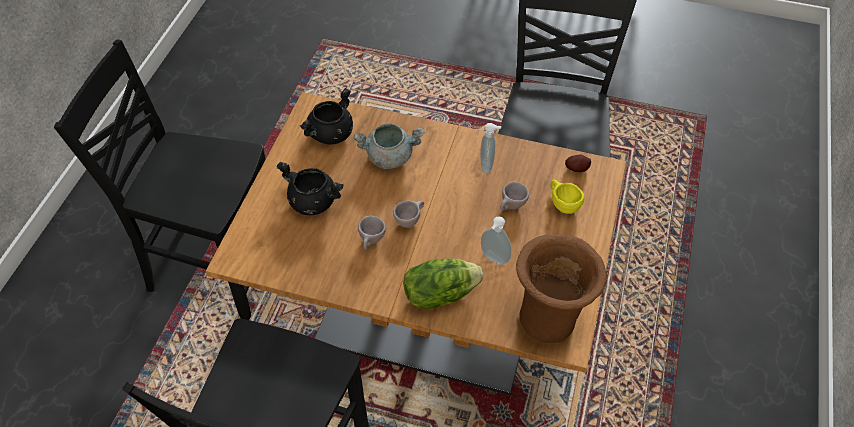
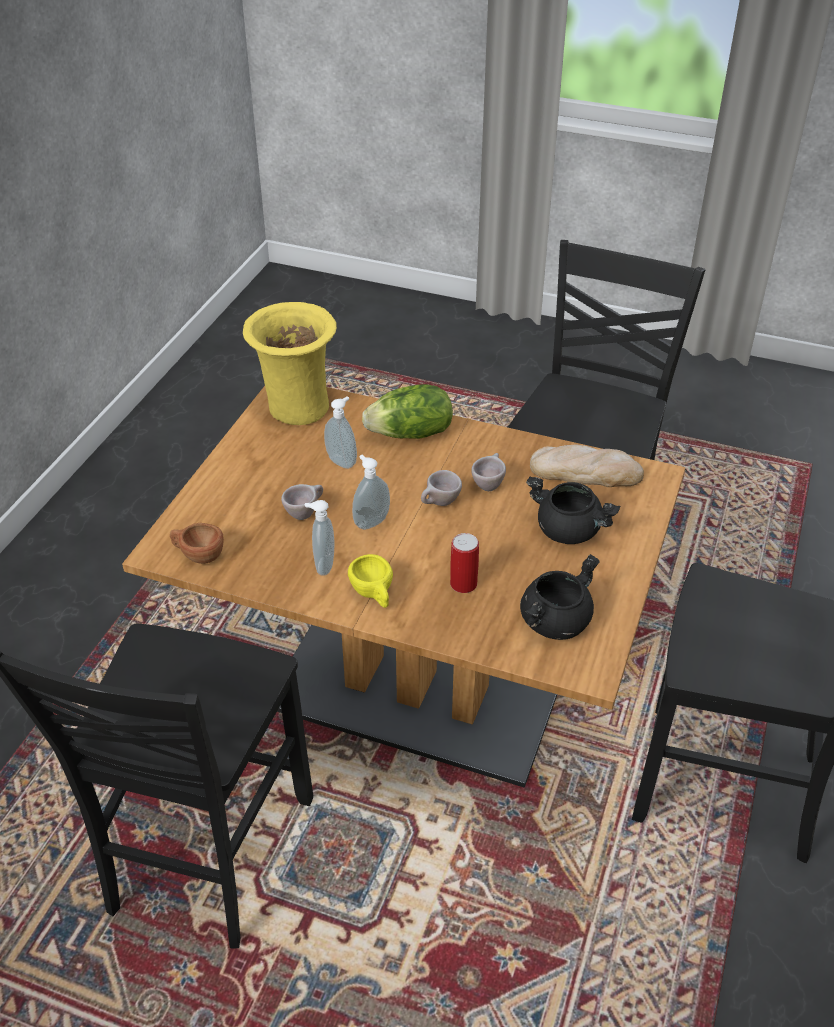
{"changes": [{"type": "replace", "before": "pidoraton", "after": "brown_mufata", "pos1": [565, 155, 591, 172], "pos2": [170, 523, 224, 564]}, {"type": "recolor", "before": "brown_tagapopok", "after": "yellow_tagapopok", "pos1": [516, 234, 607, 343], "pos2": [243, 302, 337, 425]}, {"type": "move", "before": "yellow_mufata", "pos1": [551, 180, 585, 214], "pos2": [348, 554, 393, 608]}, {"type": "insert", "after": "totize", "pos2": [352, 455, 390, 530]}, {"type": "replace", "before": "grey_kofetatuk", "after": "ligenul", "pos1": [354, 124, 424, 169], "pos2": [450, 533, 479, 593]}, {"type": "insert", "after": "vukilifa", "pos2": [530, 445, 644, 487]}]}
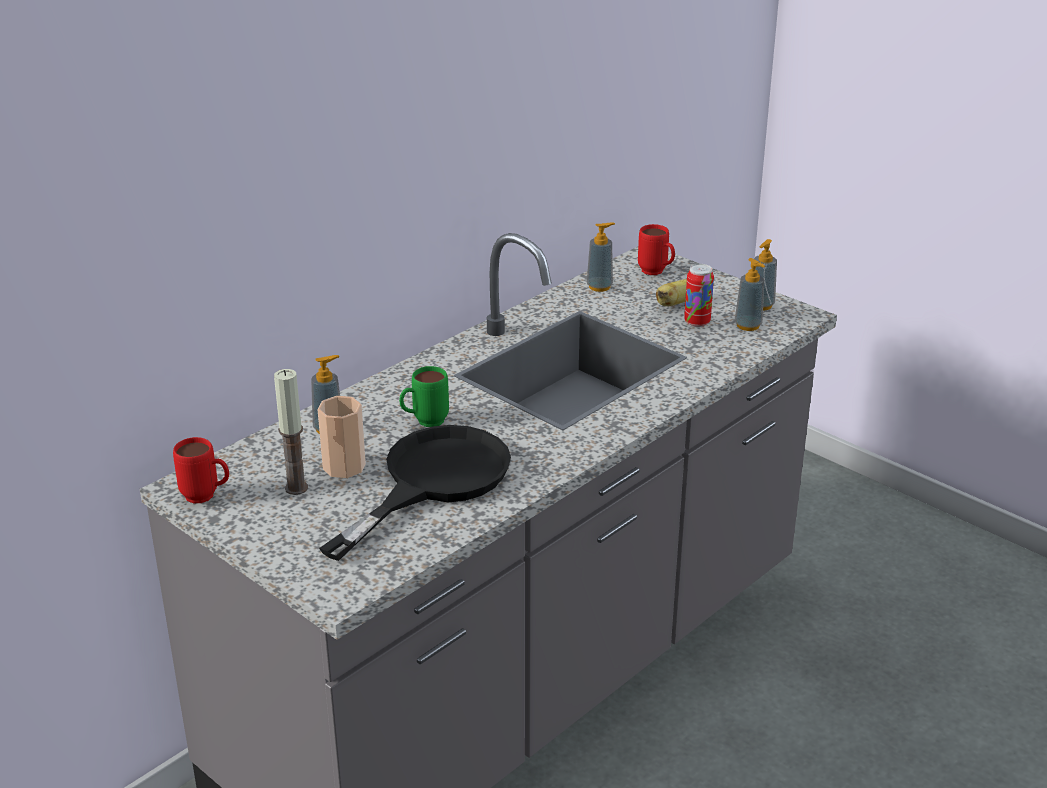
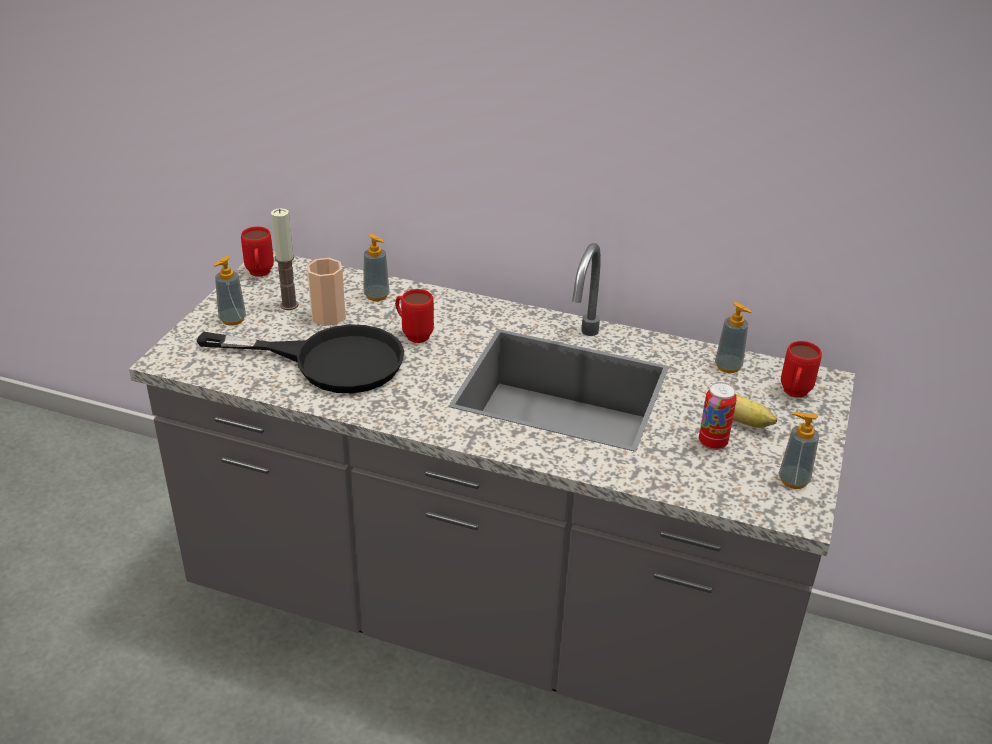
{"changes": [{"type": "move", "before": "totize", "pos1": [735, 258, 765, 331], "pos2": [214, 256, 246, 326]}, {"type": "recolor", "before": "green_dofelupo", "after": "red_dofelupo", "pos1": [399, 366, 449, 427], "pos2": [395, 289, 434, 343]}]}
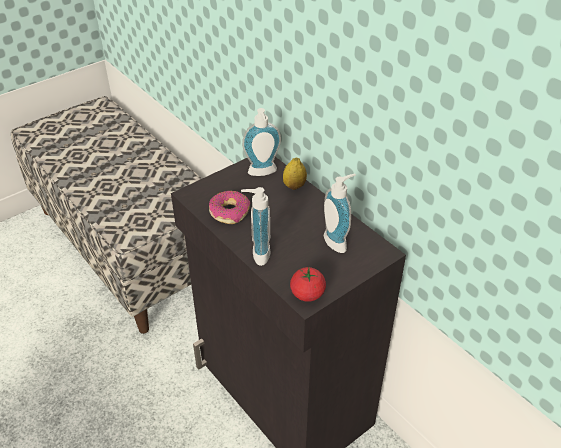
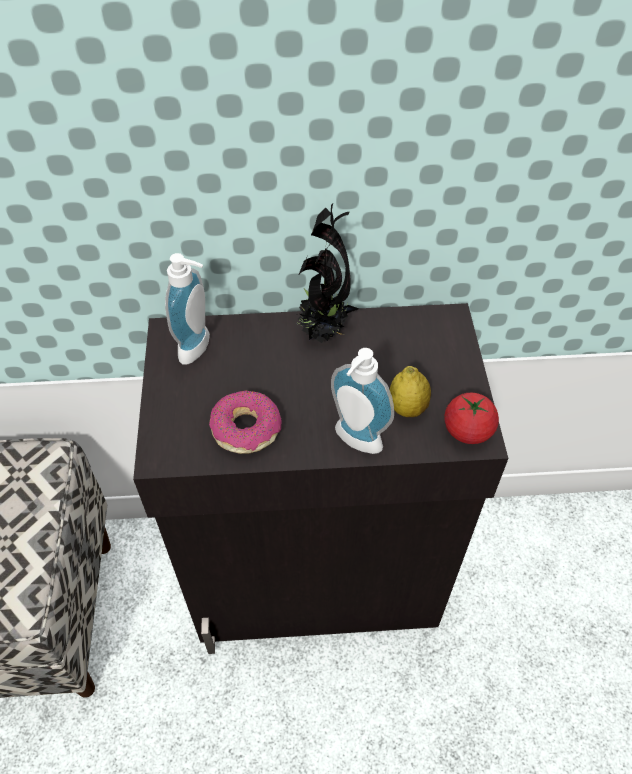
{"changes": [{"type": "insert", "after": "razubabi", "pos2": [298, 204, 359, 343]}, {"type": "move", "before": "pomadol", "pos1": [283, 158, 307, 190], "pos2": [390, 366, 431, 417]}, {"type": "delete", "before": "totize", "pos1": [324, 174, 356, 253]}]}
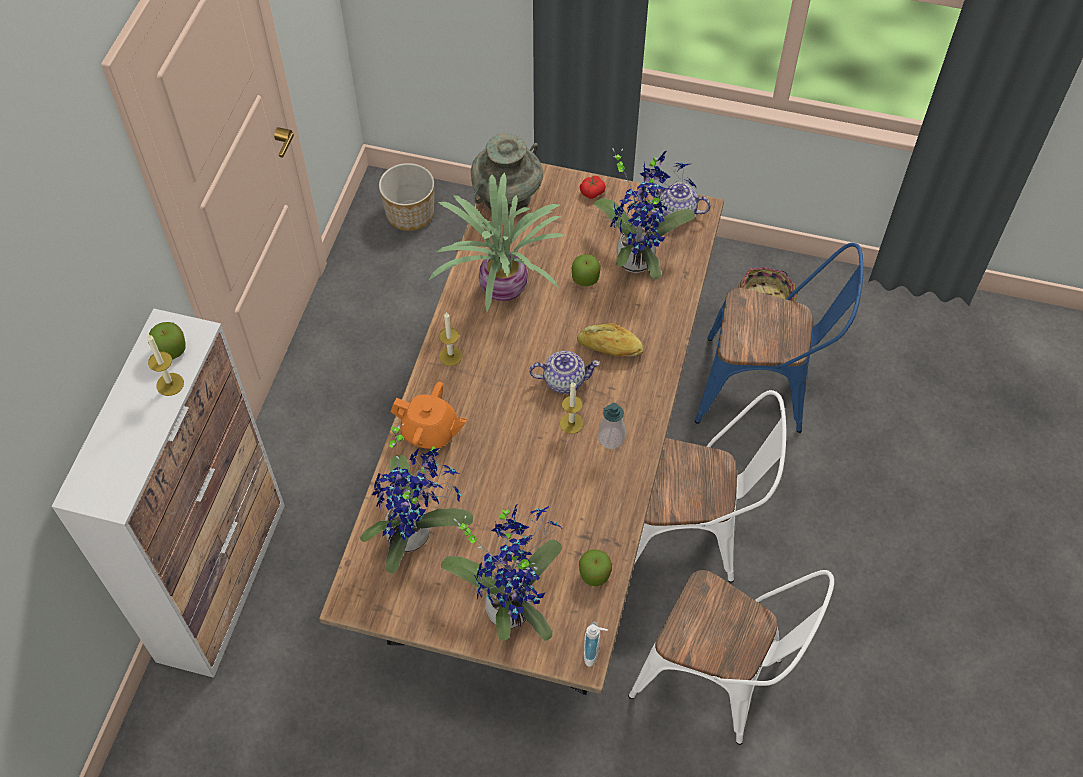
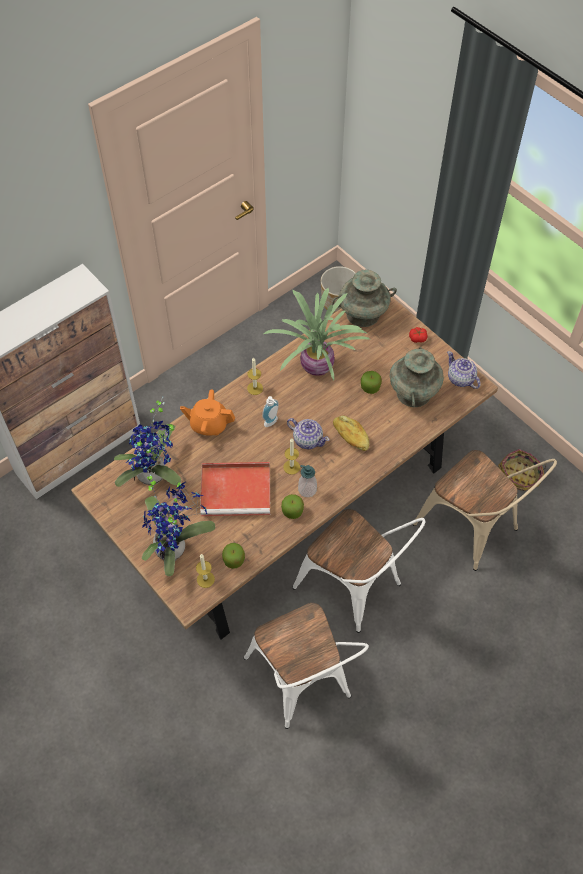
{"changes": [{"type": "rotate", "before": "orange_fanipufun", "pos1": [391, 382, 467, 449], "pos2": [180, 389, 235, 436], "turn": 135}, {"type": "move", "before": "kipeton", "pos1": [147, 334, 184, 396], "pos2": [196, 554, 215, 588]}, {"type": "insert", "after": "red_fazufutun", "pos2": [200, 462, 270, 516]}, {"type": "move", "before": "totize", "pos1": [584, 622, 608, 667], "pos2": [262, 396, 279, 427]}, {"type": "move", "before": "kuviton", "pos1": [148, 322, 186, 359], "pos2": [281, 494, 304, 519]}, {"type": "replace", "before": "razubabi", "after": "turquoise_tagapopok", "pos1": [594, 148, 697, 279], "pos2": [390, 347, 444, 407]}, {"type": "recolor", "before": "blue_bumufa", "after": "beige_bumufa", "pos1": [695, 243, 864, 433], "pos2": [413, 450, 557, 571]}]}
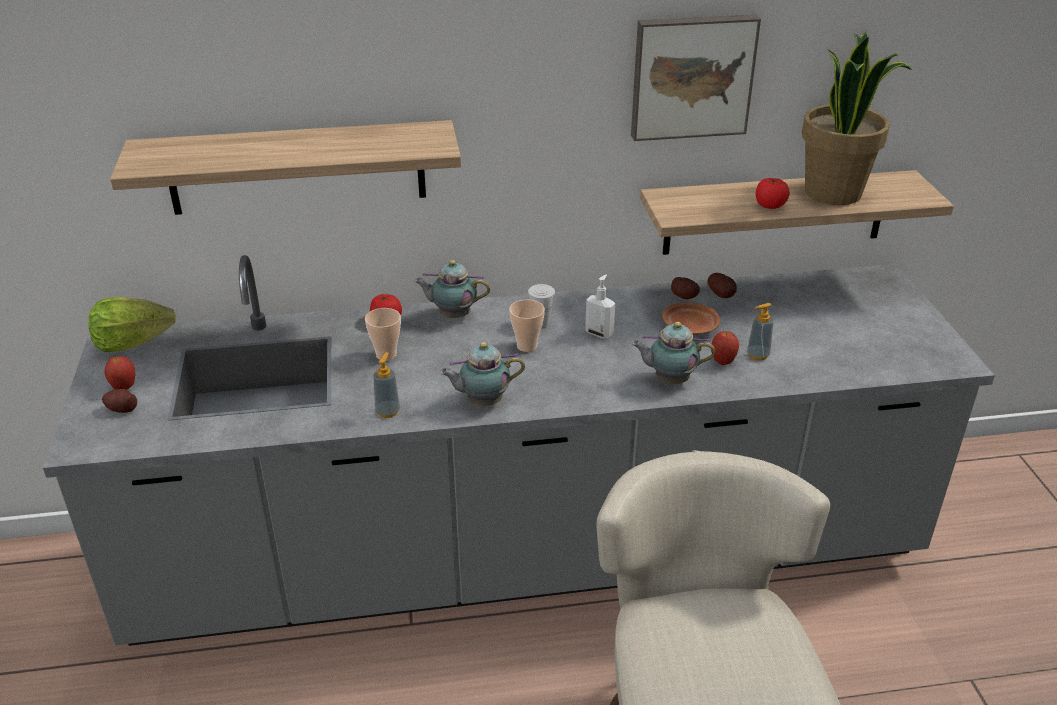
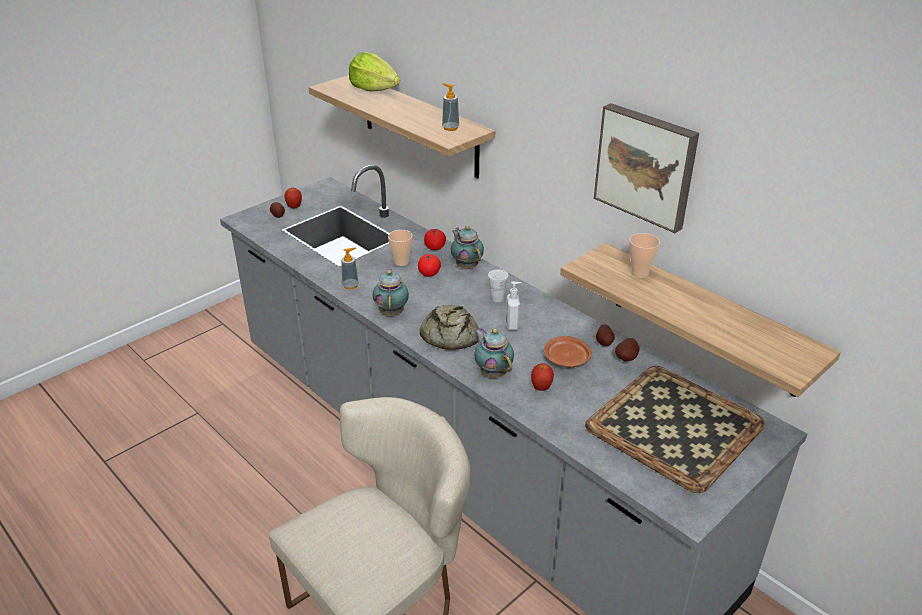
{"changes": [{"type": "move", "before": "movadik", "pos1": [88, 297, 176, 352], "pos2": [349, 52, 400, 91]}, {"type": "rotate", "before": "fanipufun", "pos1": [440, 342, 525, 406], "pos2": [373, 269, 409, 316], "turn": 45}, {"type": "move", "before": "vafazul", "pos1": [756, 178, 790, 209], "pos2": [418, 254, 441, 277]}, {"type": "insert", "after": "vukilifa", "pos2": [420, 305, 479, 350]}, {"type": "move", "before": "totize", "pos1": [747, 303, 774, 361], "pos2": [442, 83, 459, 131]}, {"type": "insert", "after": "fazufutun", "pos2": [585, 366, 765, 493]}, {"type": "move", "before": "mufata", "pos1": [509, 300, 545, 352], "pos2": [629, 233, 660, 278]}, {"type": "delete", "before": "razubabi", "pos1": [802, 32, 912, 205]}]}
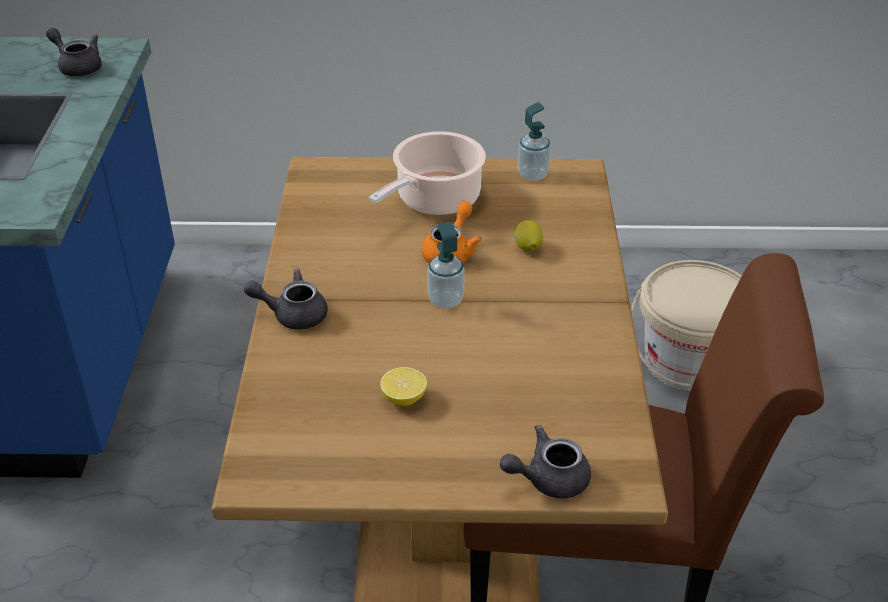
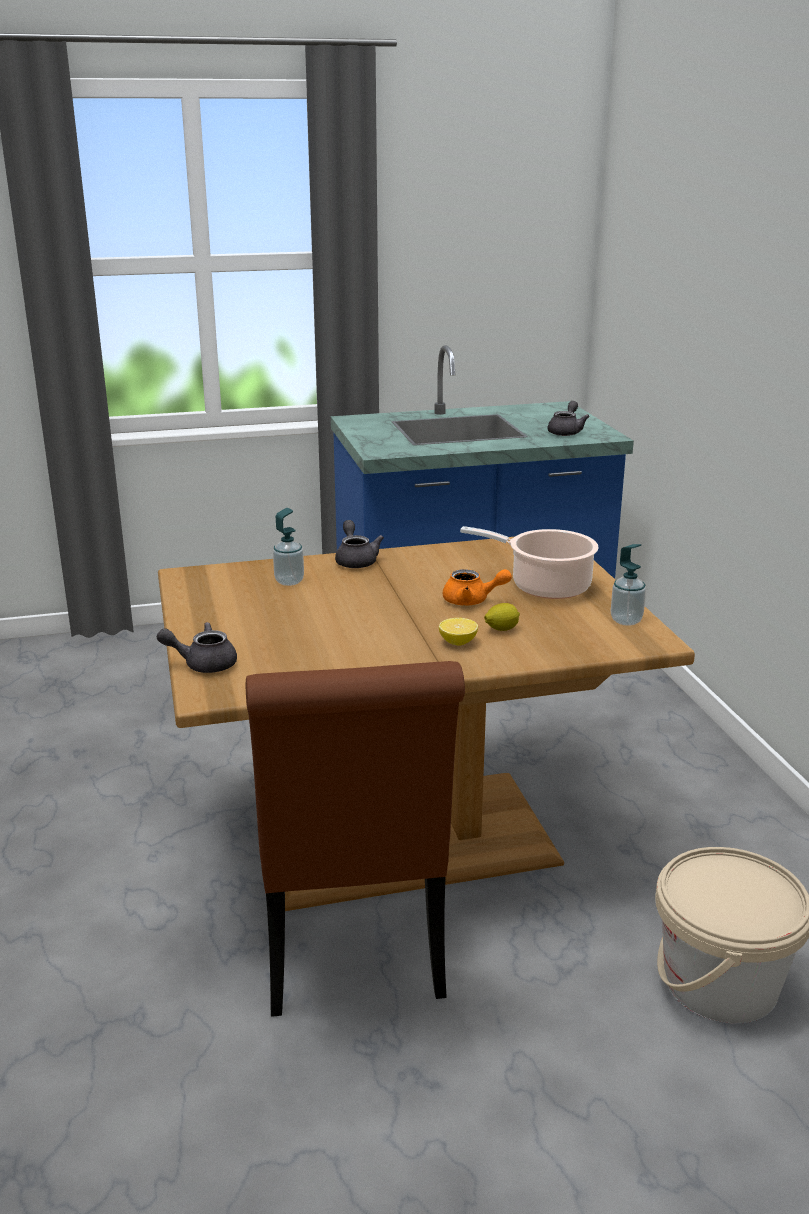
{"changes": [{"type": "rotate", "before": "grey_fanipufun", "pos1": [500, 425, 591, 499], "pos2": [157, 622, 237, 673], "turn": -60}, {"type": "move", "before": "totize", "pos1": [427, 222, 465, 309], "pos2": [273, 508, 304, 586]}, {"type": "move", "before": "pomadol", "pos1": [380, 367, 427, 406], "pos2": [439, 618, 478, 646]}]}
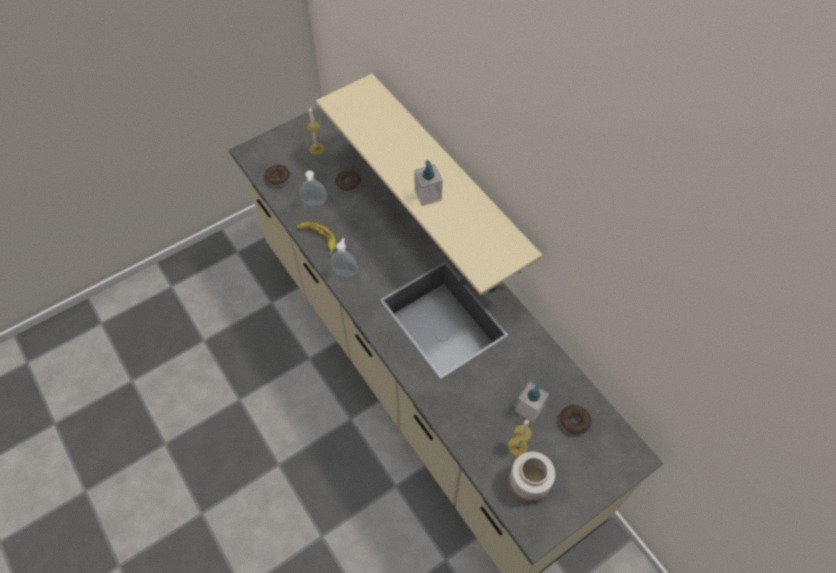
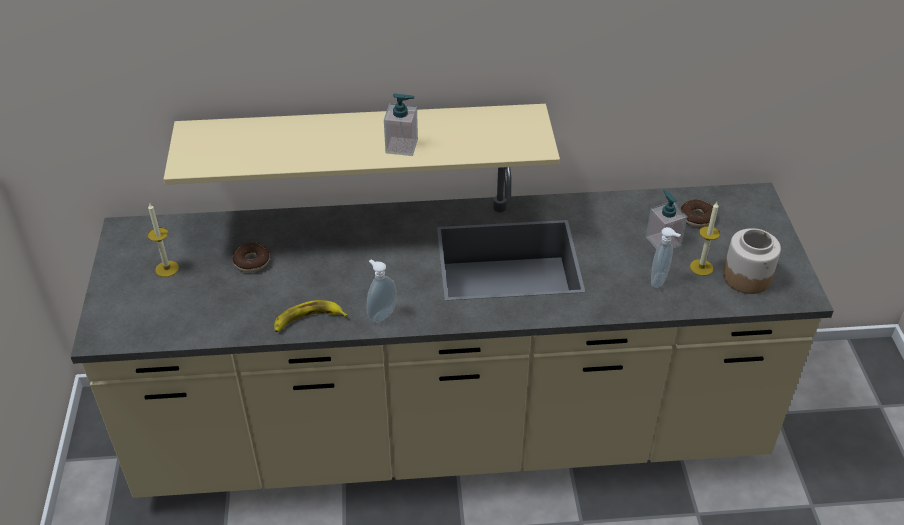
{"changes": [{"type": "move", "before": "totize", "pos1": [300, 170, 327, 206], "pos2": [651, 227, 681, 288]}, {"type": "delete", "before": "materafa", "pos1": [264, 165, 290, 187]}]}
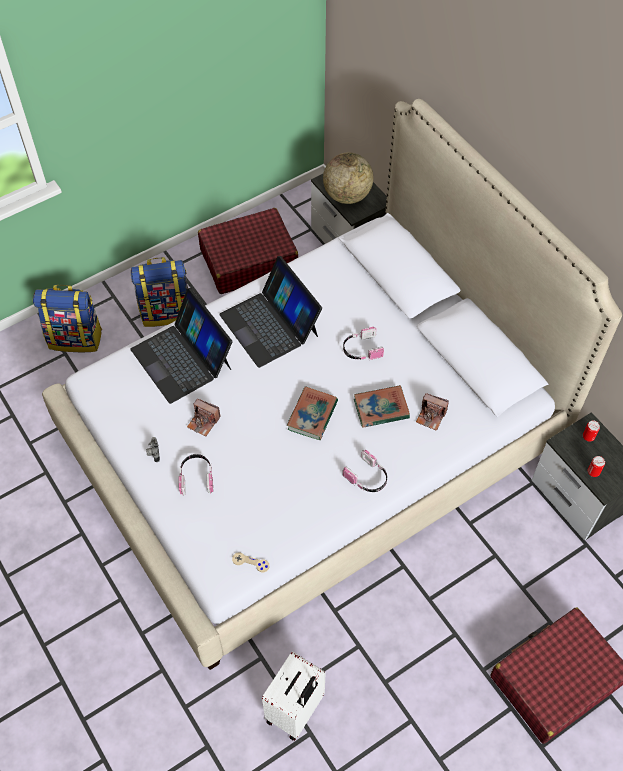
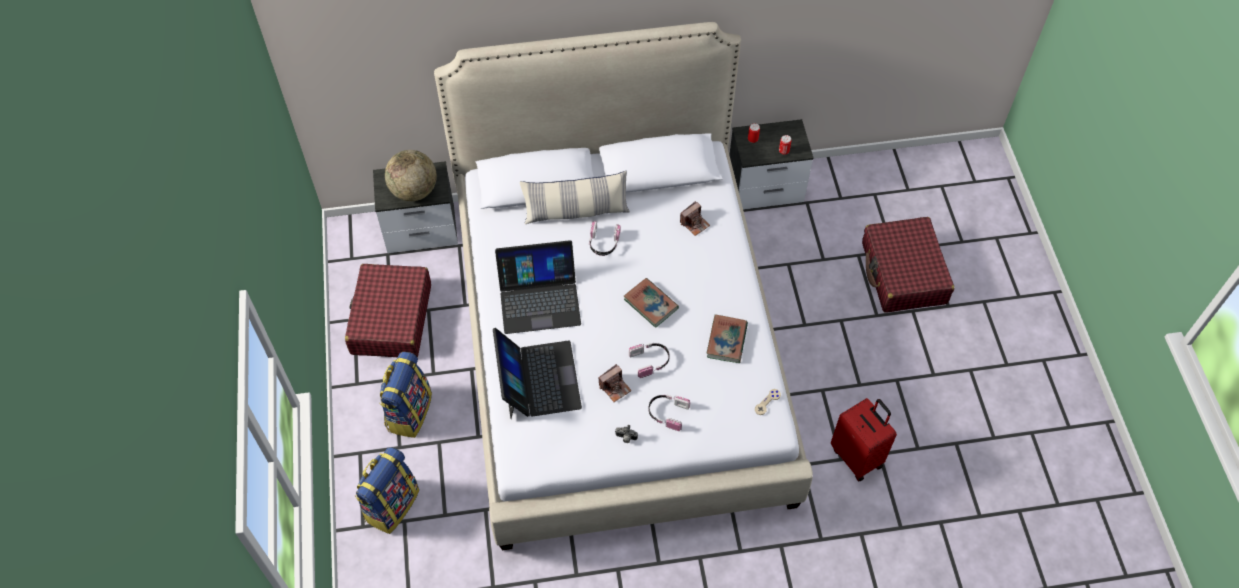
{"changes": [{"type": "rotate", "before": "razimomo", "pos1": [130, 288, 232, 404], "pos2": [493, 328, 582, 419], "turn": -90}, {"type": "insert", "after": "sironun", "pos2": [520, 171, 630, 224]}, {"type": "move", "before": "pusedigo", "pos1": [343, 450, 387, 492], "pos2": [629, 343, 670, 378]}, {"type": "move", "before": "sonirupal", "pos1": [354, 385, 410, 428], "pos2": [706, 314, 748, 363]}, {"type": "recolor", "before": "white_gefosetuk", "after": "red_gefosetuk", "pos1": [262, 651, 326, 741], "pos2": [831, 398, 897, 482]}]}
